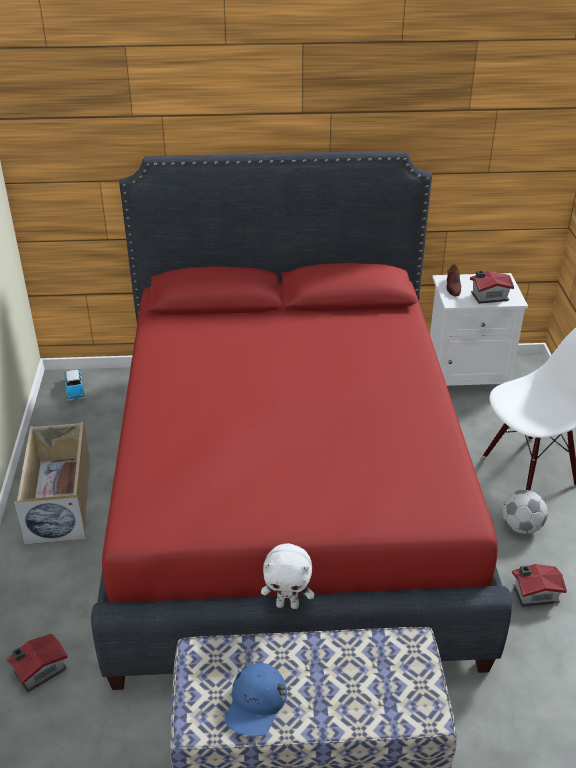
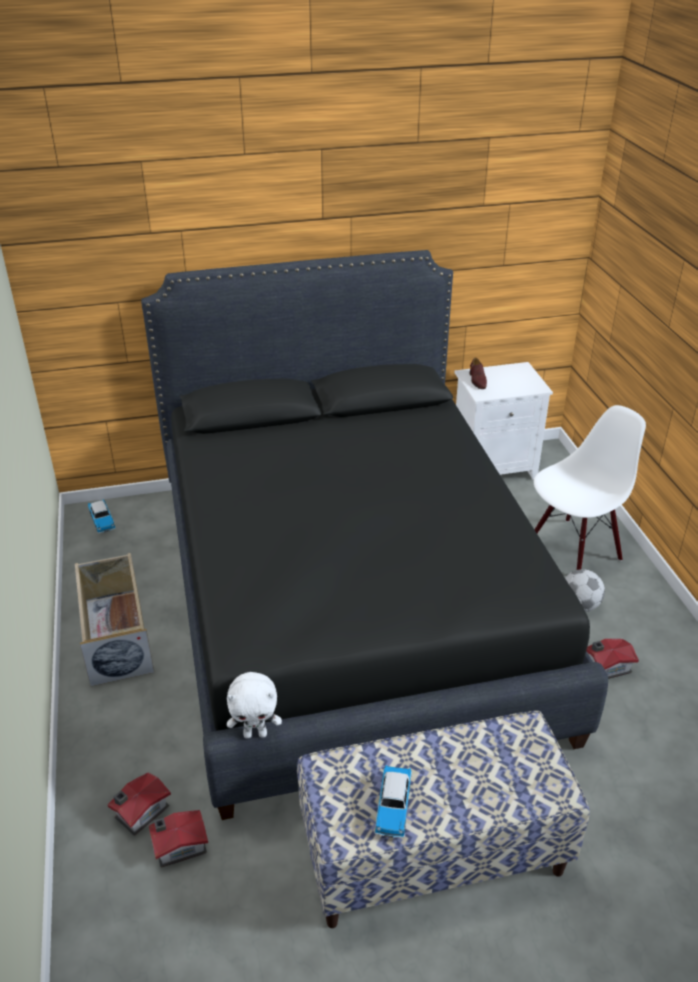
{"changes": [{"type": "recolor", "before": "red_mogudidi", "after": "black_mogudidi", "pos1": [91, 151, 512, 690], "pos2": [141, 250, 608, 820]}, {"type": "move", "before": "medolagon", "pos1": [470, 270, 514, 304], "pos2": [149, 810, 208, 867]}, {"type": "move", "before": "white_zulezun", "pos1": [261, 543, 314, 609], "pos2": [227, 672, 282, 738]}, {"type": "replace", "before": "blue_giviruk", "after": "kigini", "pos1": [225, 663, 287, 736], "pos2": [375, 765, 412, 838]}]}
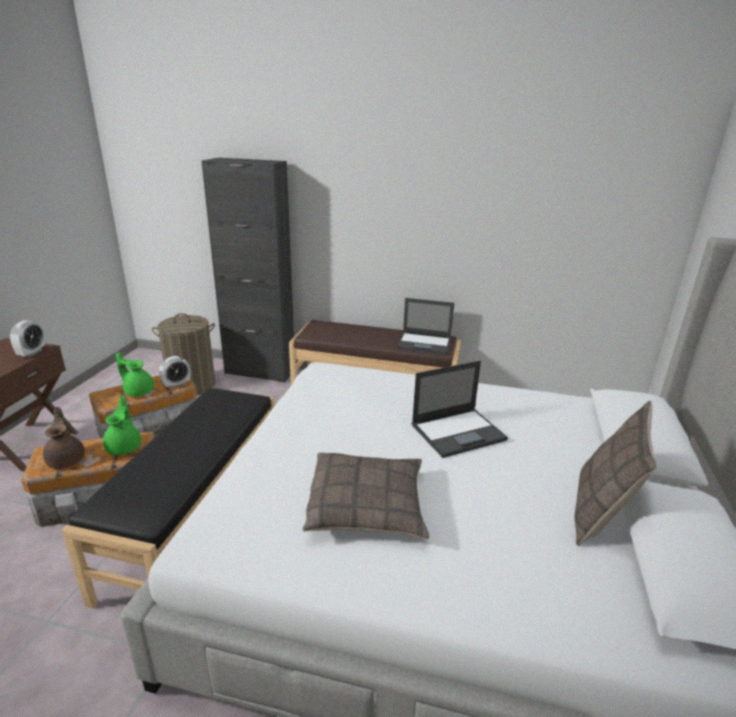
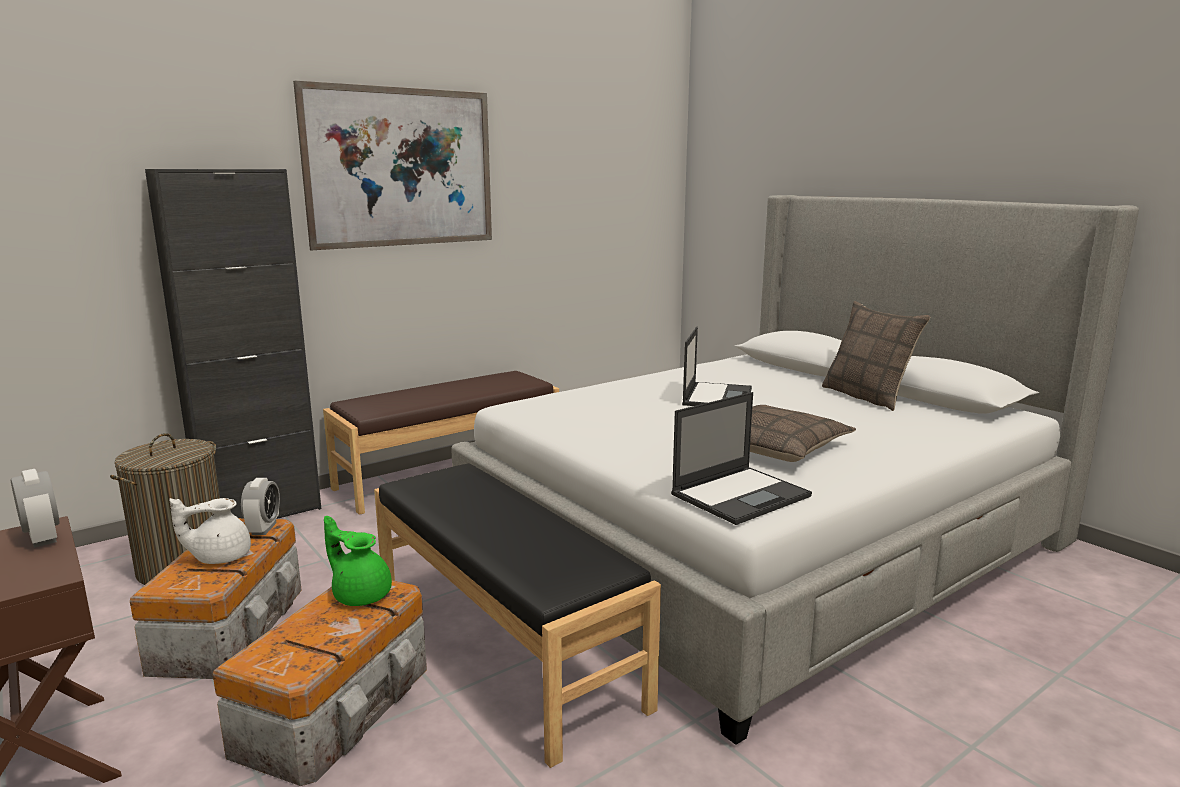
{"changes": [{"type": "recolor", "before": "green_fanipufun", "after": "white_fanipufun", "pos1": [116, 352, 154, 396], "pos2": [169, 498, 251, 564]}, {"type": "insert", "after": "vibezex", "pos2": [293, 81, 492, 250]}, {"type": "move", "before": "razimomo", "pos1": [396, 298, 454, 355], "pos2": [671, 392, 812, 525]}, {"type": "delete", "before": "brown_fanipufun", "pos1": [43, 407, 85, 469]}]}
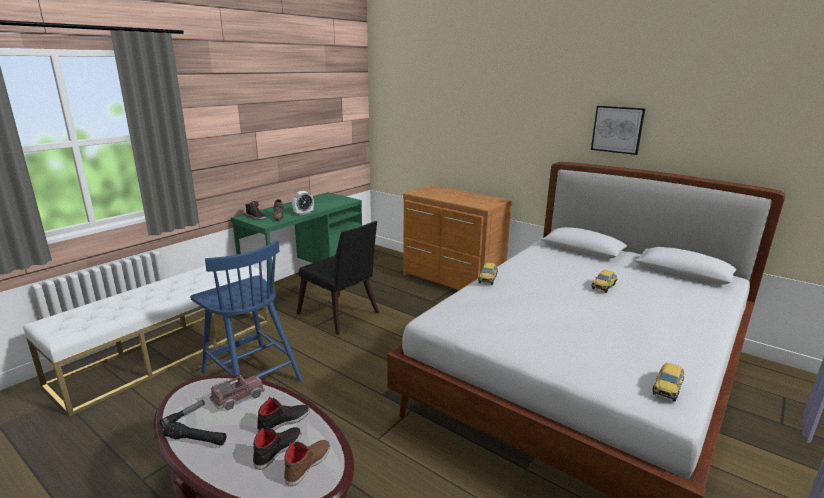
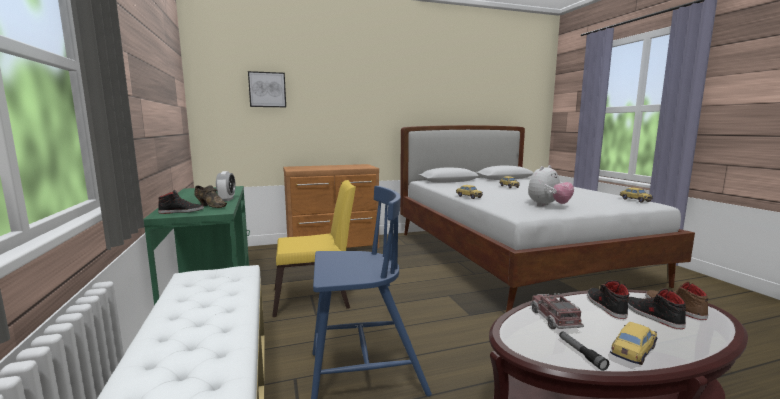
{"changes": [{"type": "move", "before": "vibezex", "pos1": [591, 106, 646, 155], "pos2": [248, 71, 286, 107]}, {"type": "recolor", "before": "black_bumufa", "after": "yellow_bumufa", "pos1": [297, 221, 380, 335], "pos2": [272, 180, 356, 317]}, {"type": "insert", "after": "zulezun", "pos2": [528, 165, 574, 207]}, {"type": "replace", "before": "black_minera", "after": "kigini", "pos1": [162, 422, 226, 445], "pos2": [610, 322, 657, 365]}]}
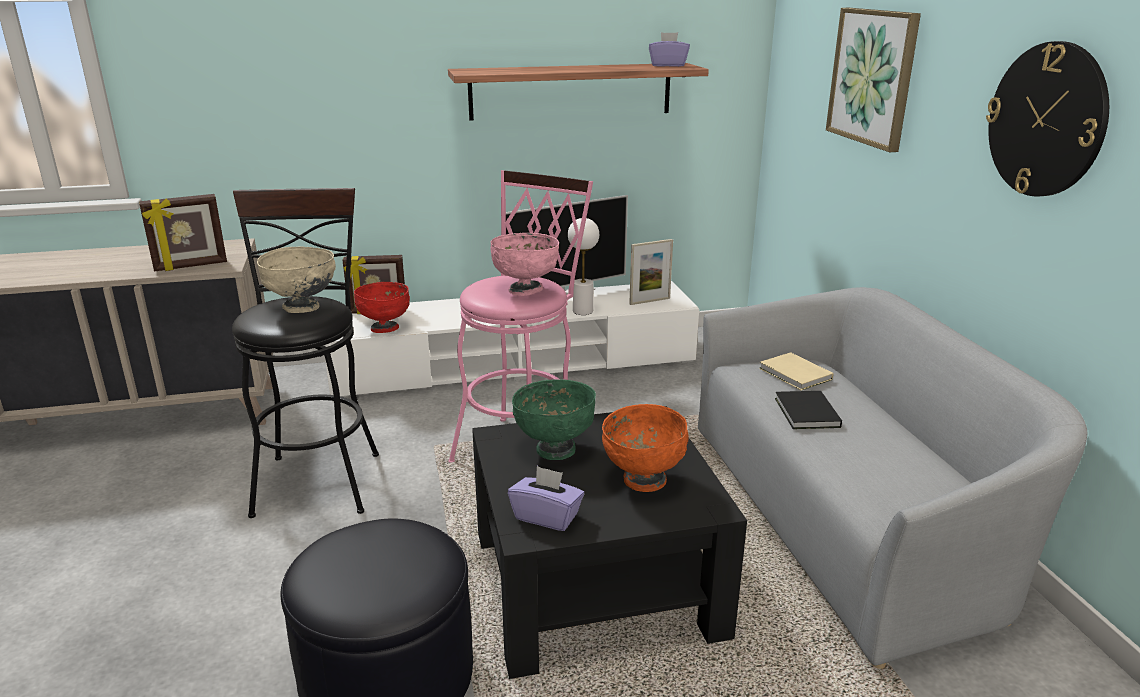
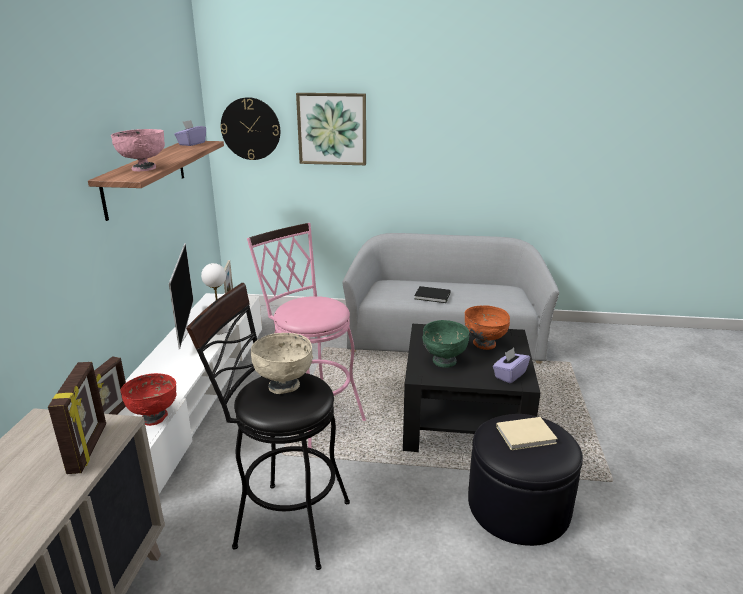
{"changes": [{"type": "move", "before": "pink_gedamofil", "pos1": [490, 233, 559, 296], "pos2": [111, 129, 165, 171]}, {"type": "move", "before": "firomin", "pos1": [986, 41, 1109, 196], "pos2": [220, 97, 280, 160]}, {"type": "move", "before": "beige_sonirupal", "pos1": [759, 352, 833, 391], "pos2": [496, 417, 558, 450]}]}
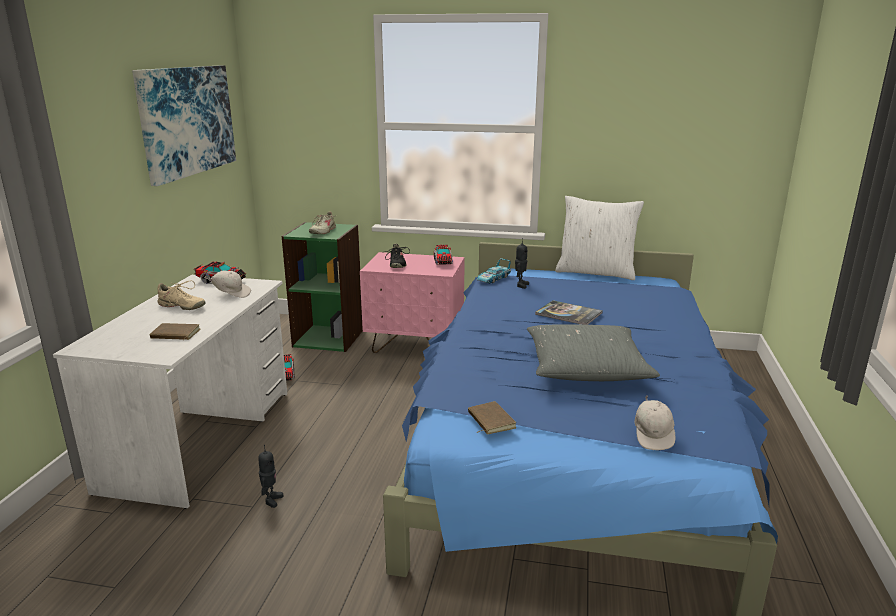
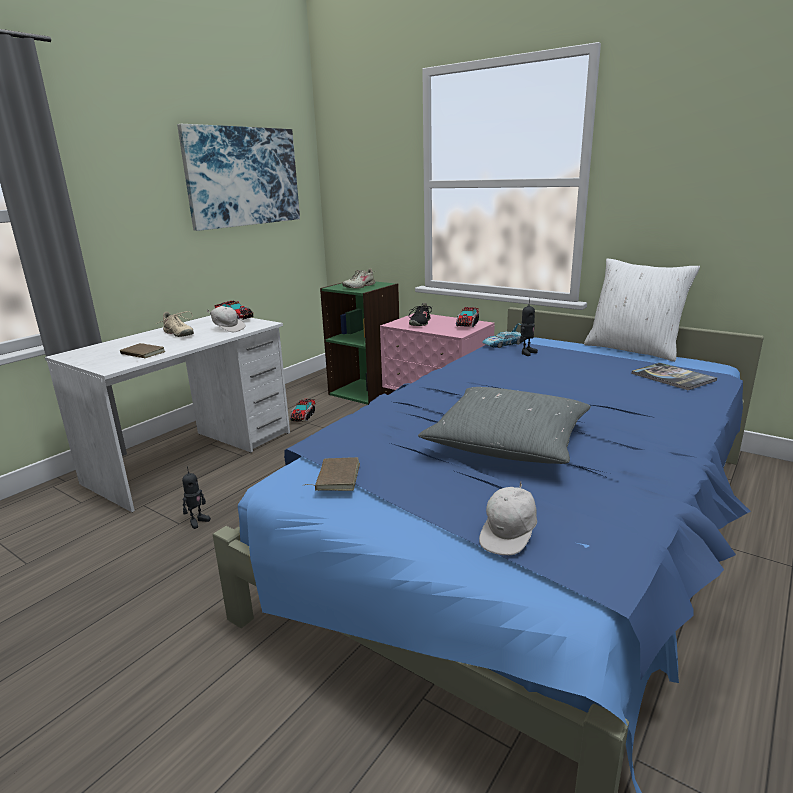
{"changes": [{"type": "move", "before": "sonirupal", "pos1": [535, 300, 603, 325], "pos2": [631, 363, 717, 390]}]}
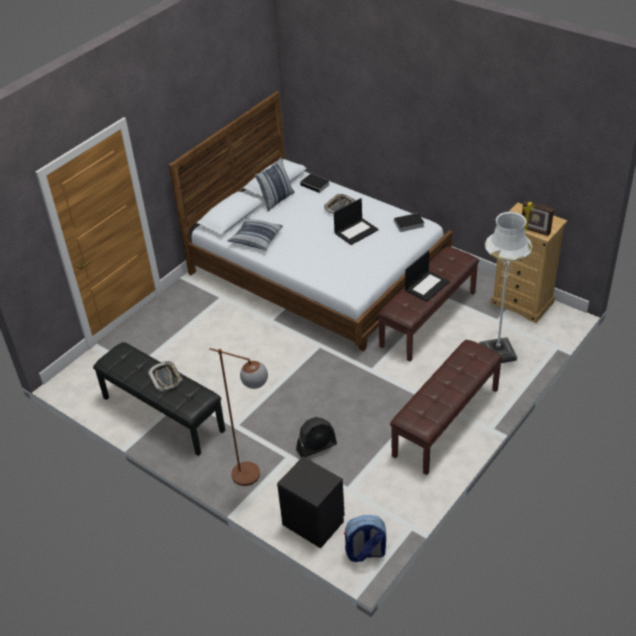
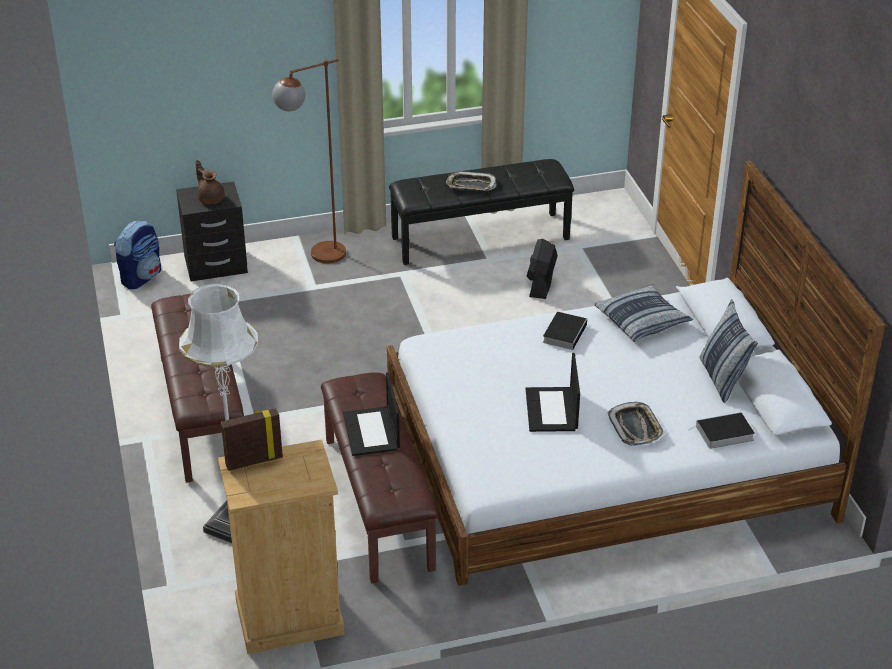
{"changes": [{"type": "insert", "after": "brown_fanipufun", "pos2": [196, 160, 225, 204]}, {"type": "move", "before": "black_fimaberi", "pos1": [296, 417, 337, 458], "pos2": [526, 238, 558, 299]}, {"type": "move", "before": "sonirupal", "pos1": [393, 213, 424, 232], "pos2": [543, 312, 587, 350]}]}
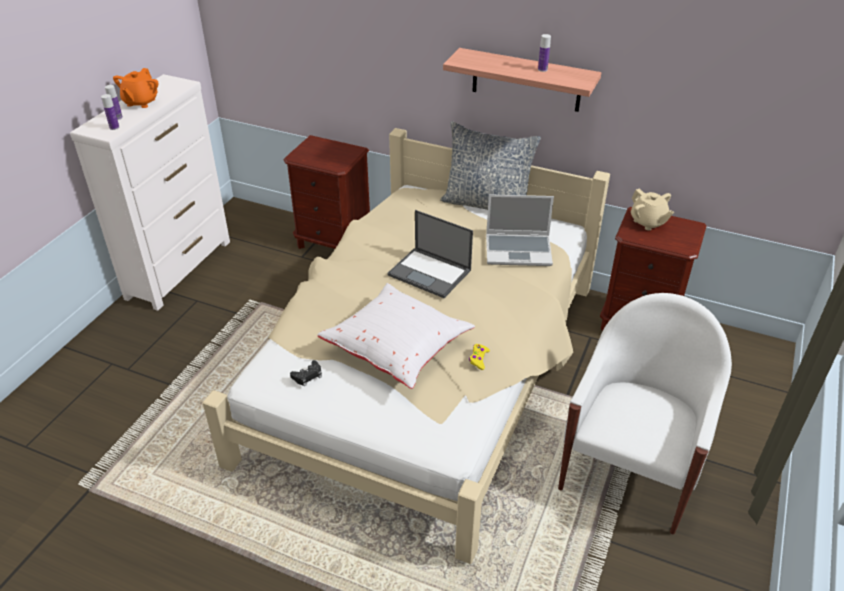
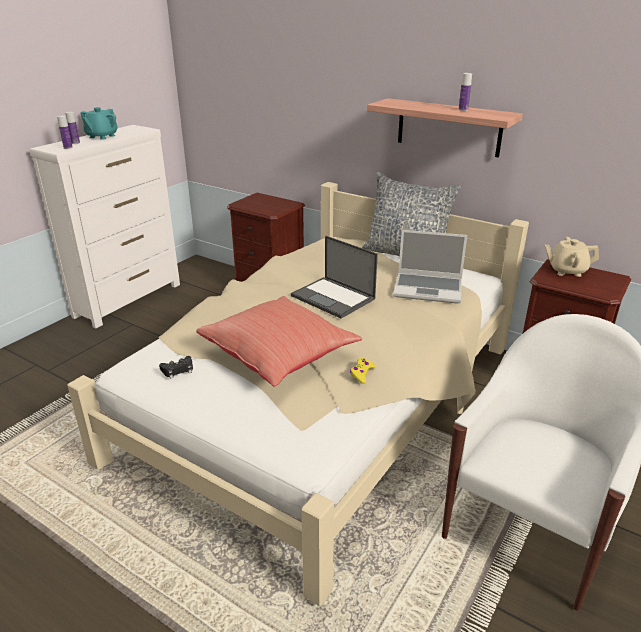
{"changes": [{"type": "recolor", "before": "orange_fanipufun", "after": "turquoise_fanipufun", "pos1": [113, 68, 158, 108], "pos2": [81, 107, 118, 140]}, {"type": "recolor", "before": "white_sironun", "after": "red_sironun", "pos1": [317, 283, 475, 389], "pos2": [196, 296, 362, 387]}, {"type": "rotate", "before": "beige_fanipufun", "pos1": [631, 189, 674, 230], "pos2": [544, 237, 599, 277], "turn": 120}]}
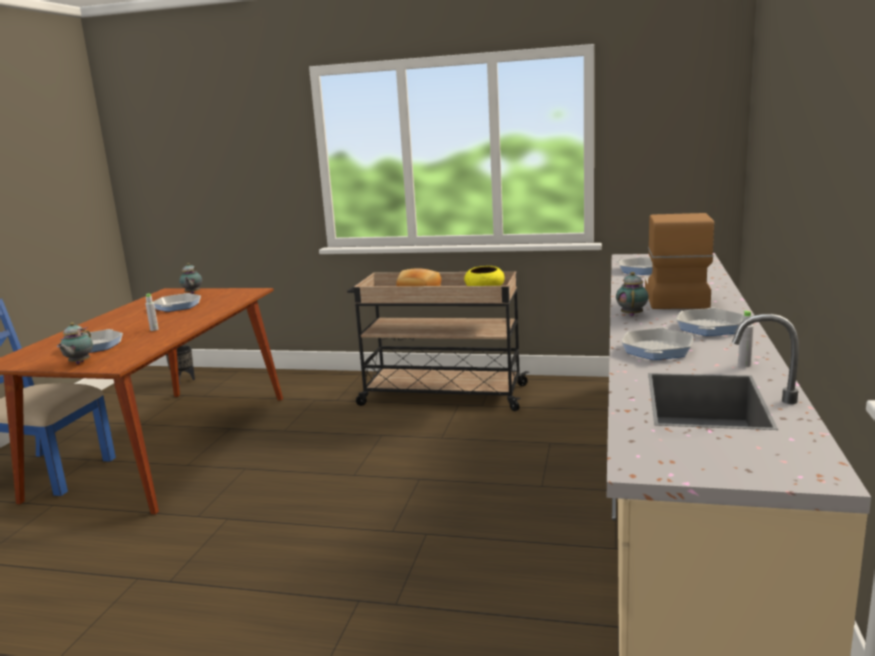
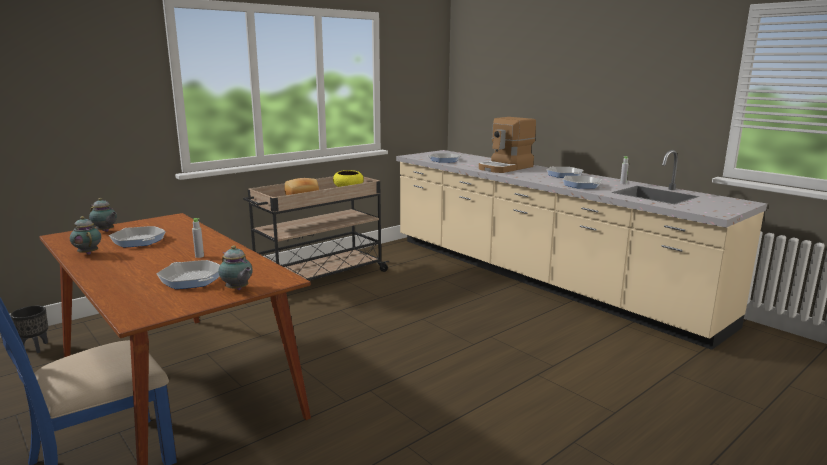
{"changes": [{"type": "move", "before": "fanipufun", "pos1": [616, 272, 649, 316], "pos2": [70, 216, 101, 255]}, {"type": "rotate", "before": "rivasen", "pos1": [645, 213, 714, 309], "pos2": [479, 117, 536, 173], "turn": -90}]}
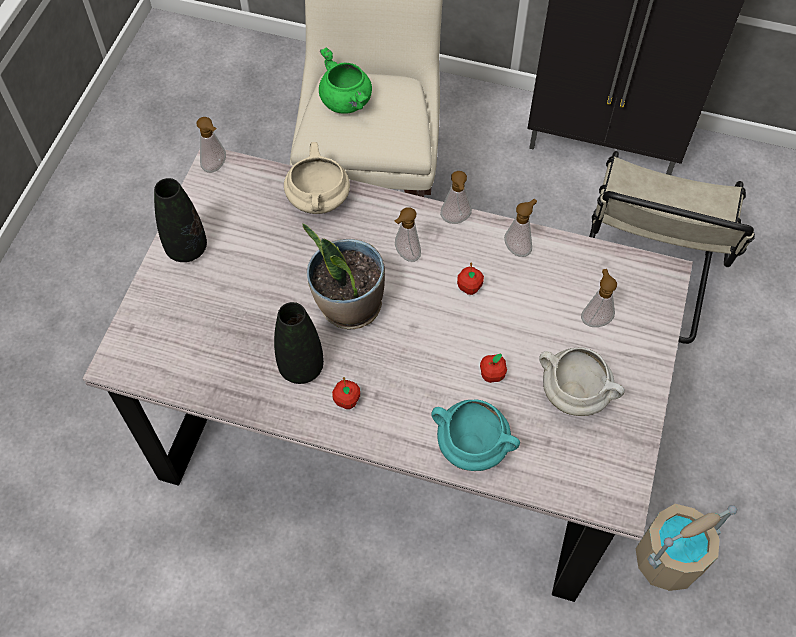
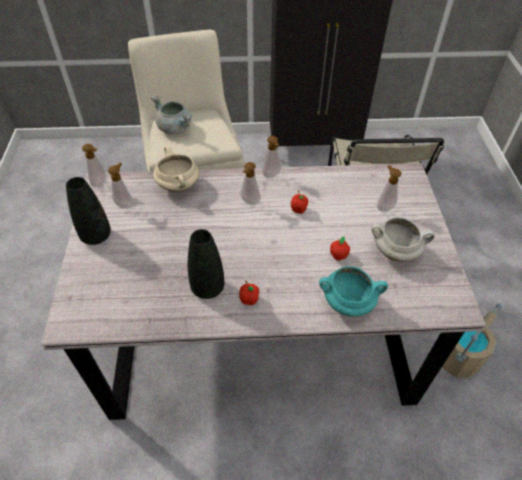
{"changes": [{"type": "move", "before": "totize", "pos1": [504, 199, 537, 257], "pos2": [108, 163, 133, 209]}, {"type": "recolor", "before": "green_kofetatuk", "after": "grey_kofetatuk", "pos1": [319, 48, 372, 114], "pos2": [151, 96, 192, 134]}, {"type": "delete", "before": "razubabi", "pos1": [302, 223, 385, 329]}]}
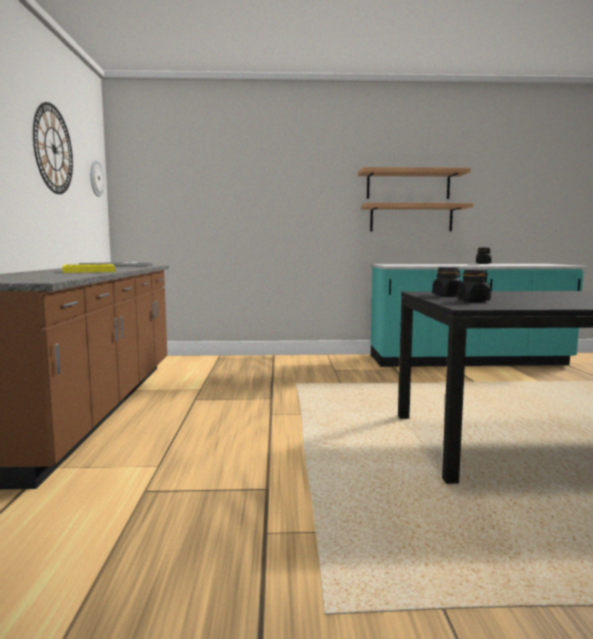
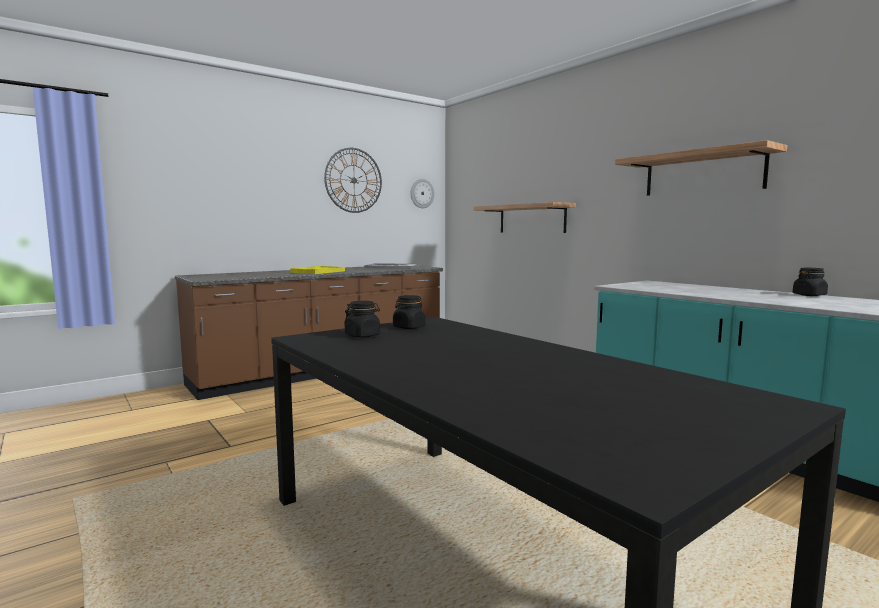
{"changes": [{"type": "move", "before": "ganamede", "pos1": [361, 203, 473, 232], "pos2": [473, 202, 576, 233]}]}
